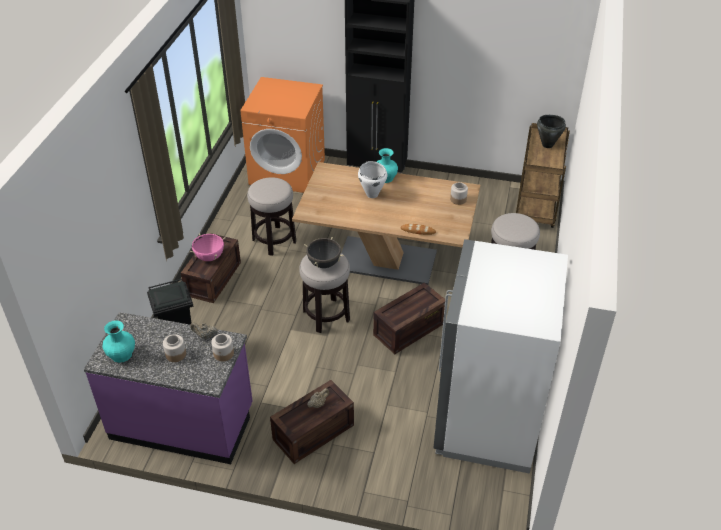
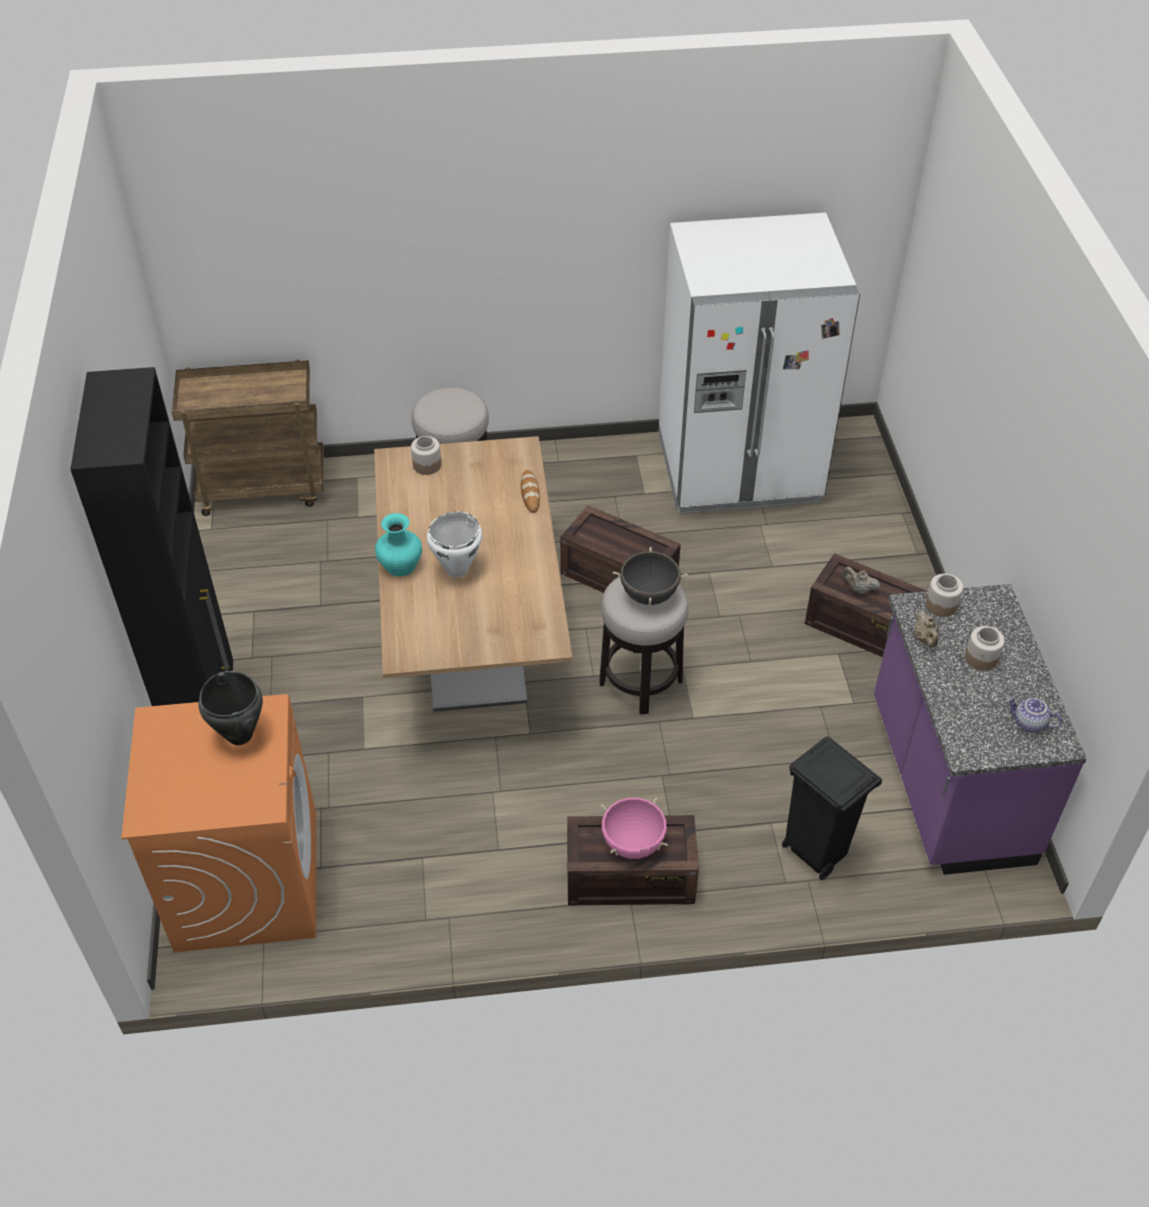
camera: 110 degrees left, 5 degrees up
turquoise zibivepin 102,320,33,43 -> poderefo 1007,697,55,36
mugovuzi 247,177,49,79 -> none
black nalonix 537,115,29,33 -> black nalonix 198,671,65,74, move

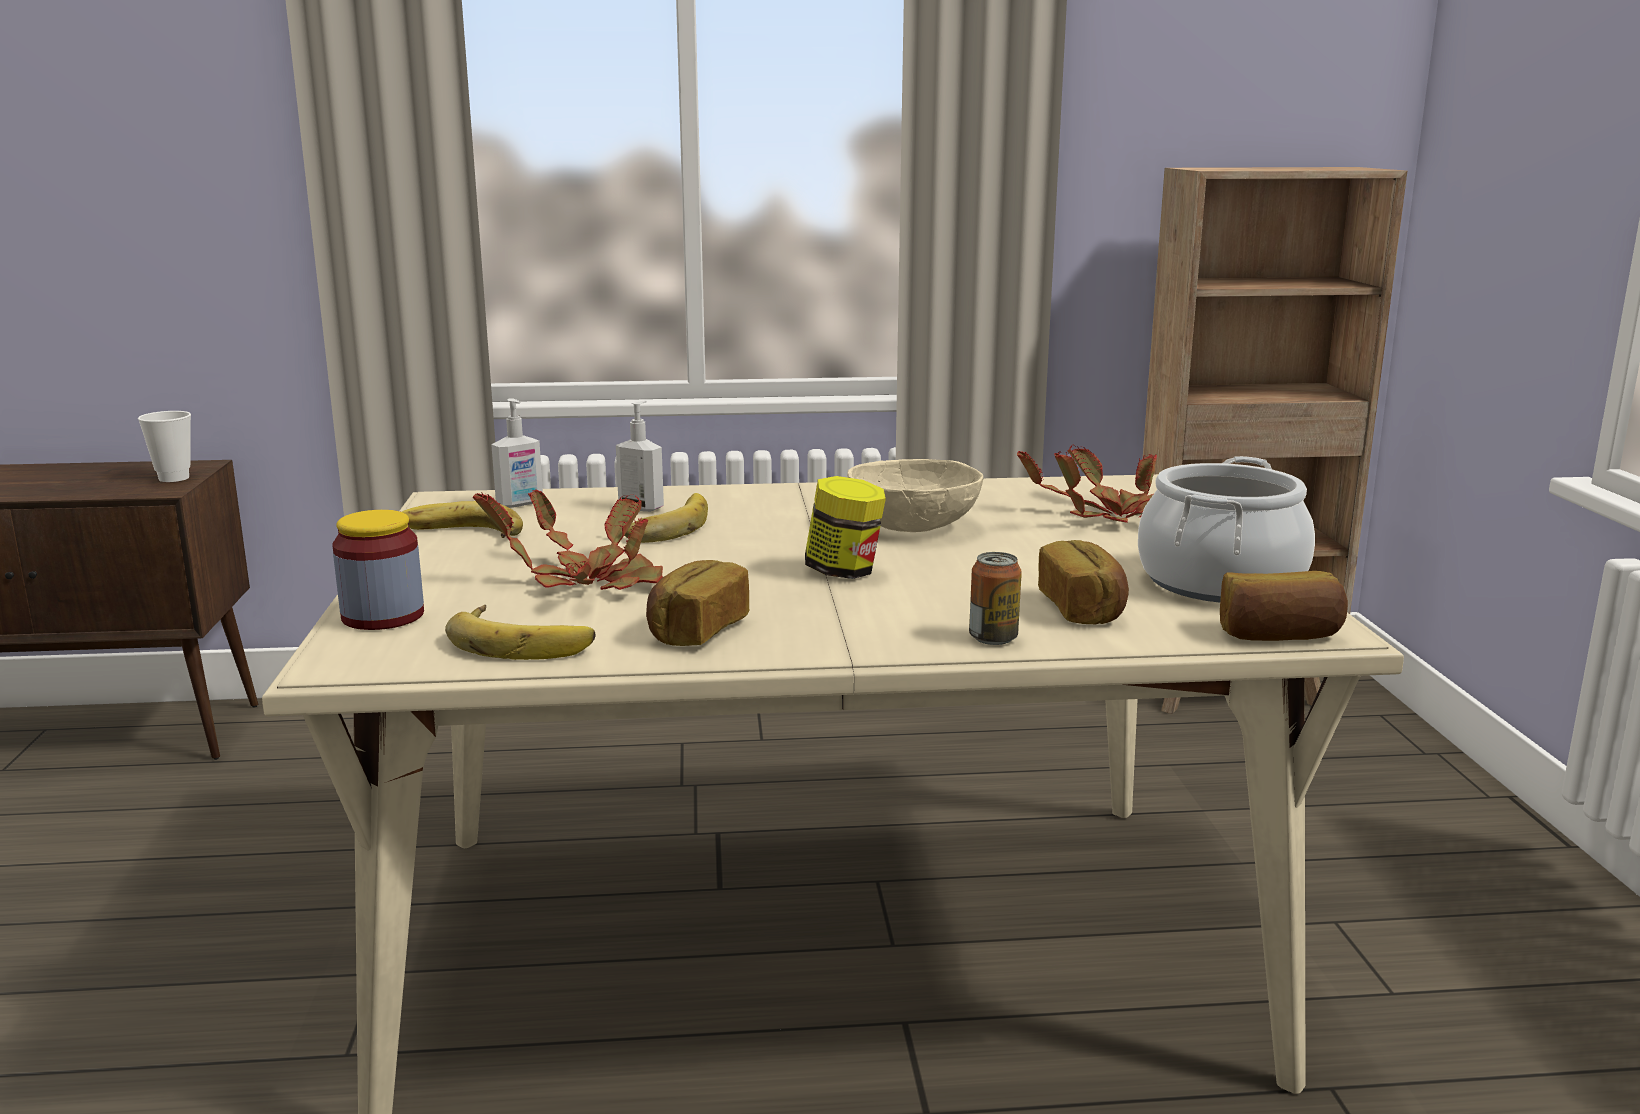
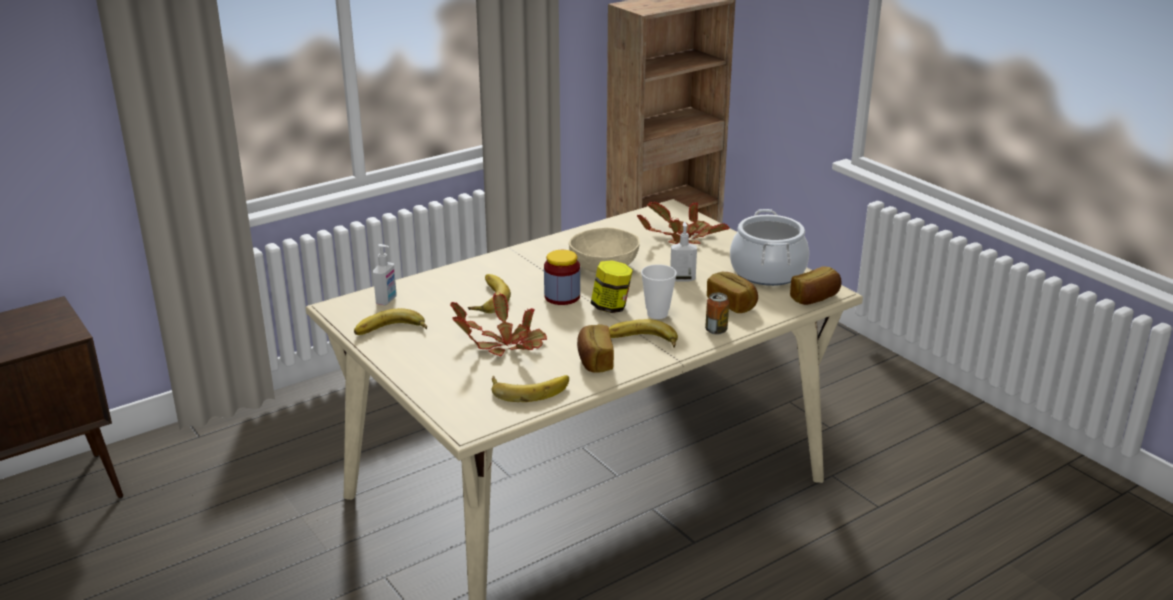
camera: 30 degrees left, 10 degrees up
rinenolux 138,411,53,71 -> rinenolux 641,264,36,55, move
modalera 332,510,92,120 -> modalera 544,250,36,55, move
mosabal 616,401,48,111 -> mosabal 670,222,27,59, move
none -> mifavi 609,319,69,29

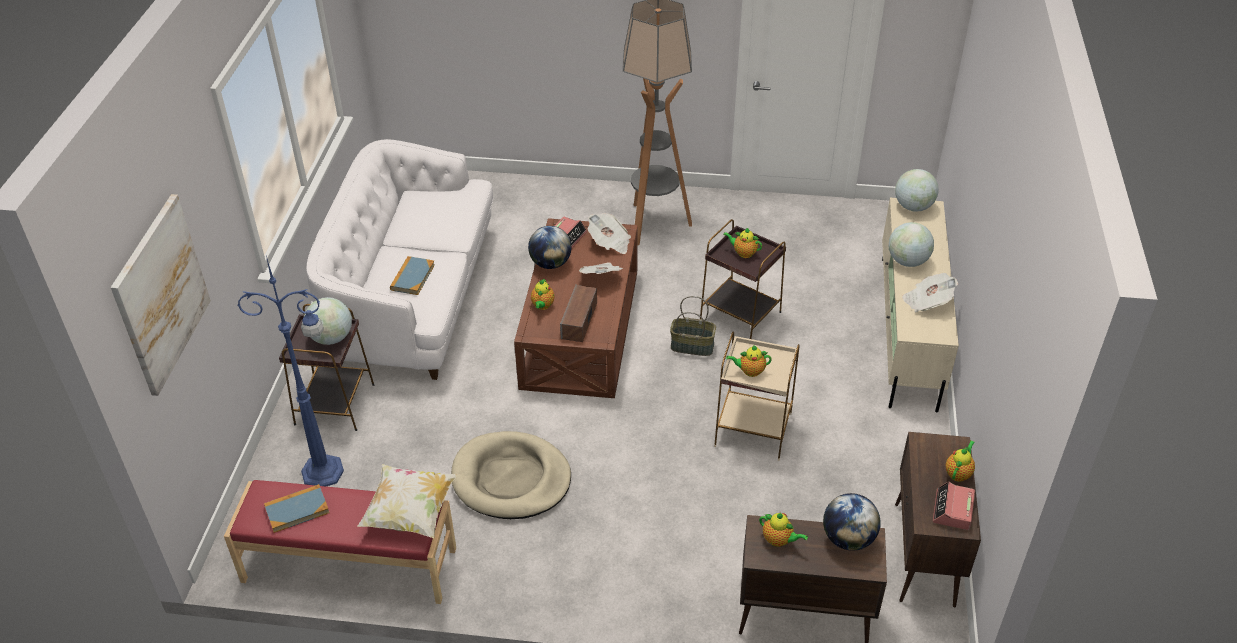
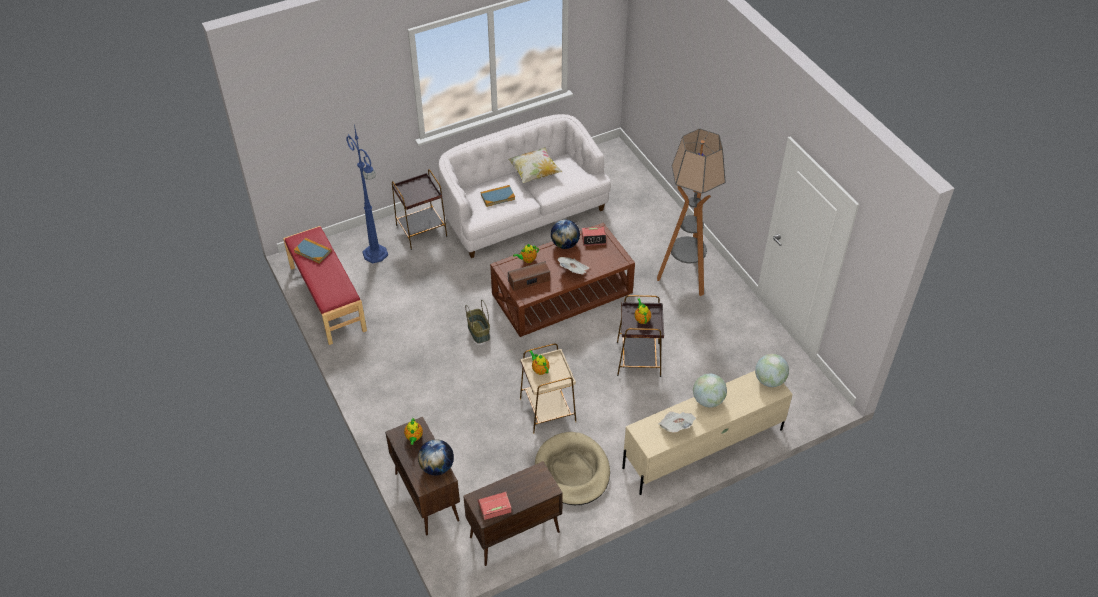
camera: 55 degrees right, 5 degrees up
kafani 111,194,100,202 -> none
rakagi 304,297,48,48 -> none
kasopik 357,464,100,74 -> kasopik 508,147,55,37, move
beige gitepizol 451,431,120,88 -> beige gitepizol 535,432,75,73, move
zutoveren 588,213,43,41 -> none
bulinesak 670,296,46,60 -> bulinesak 465,300,25,44, move
poderefo 945,441,30,41 -> none

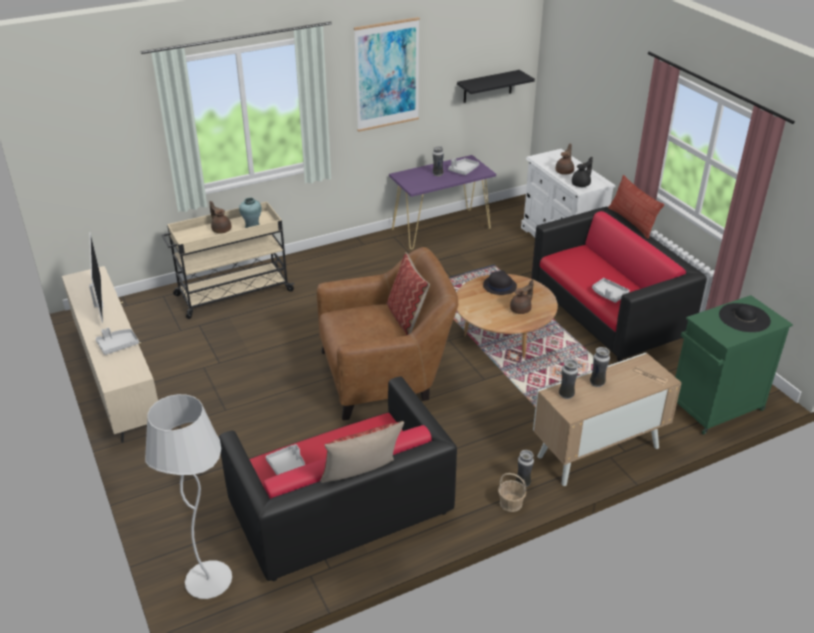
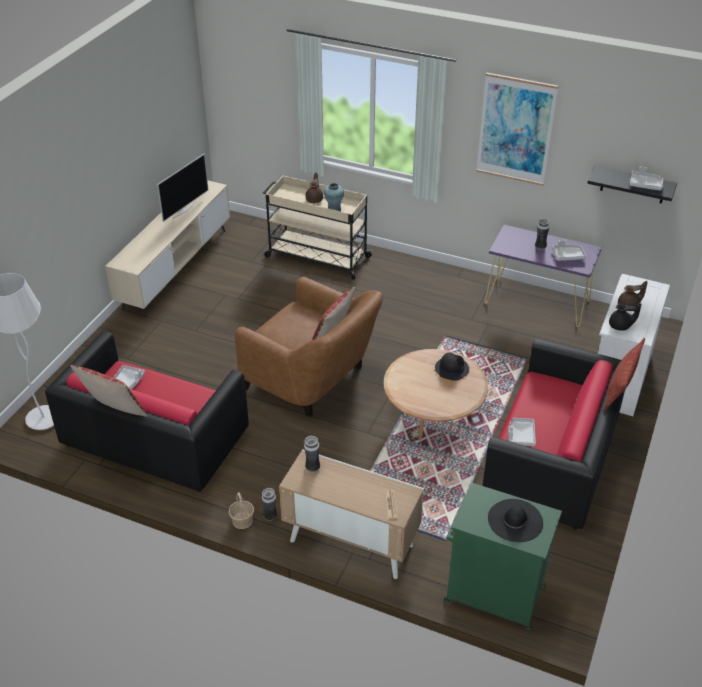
camera: 50 degrees right, 5 degrees up
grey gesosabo 96,328,43,27 -> grey gesosabo 630,167,33,24, move
brown poderefo 510,280,24,34 -> none
zibivepin 590,347,20,40 -> none

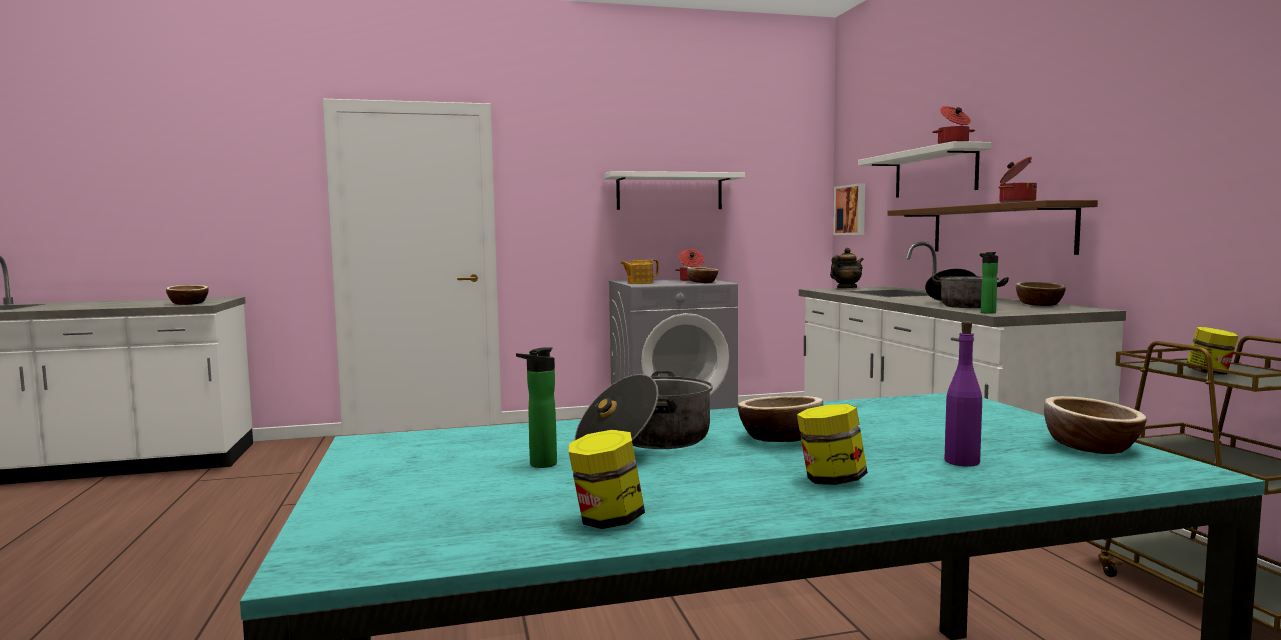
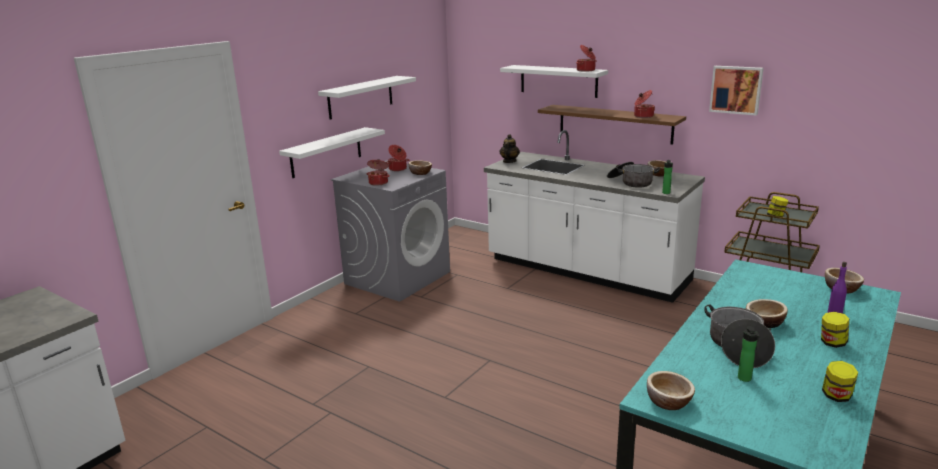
camera: 40 degrees left, 15 degrees up
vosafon 166,285,43,20 -> vosafon 647,371,48,39, move
poderefo 620,259,39,25 -> nalonix 367,159,23,27
kafani 833,183,32,52 -> kafani 709,66,55,49, move
none -> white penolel 279,127,106,51

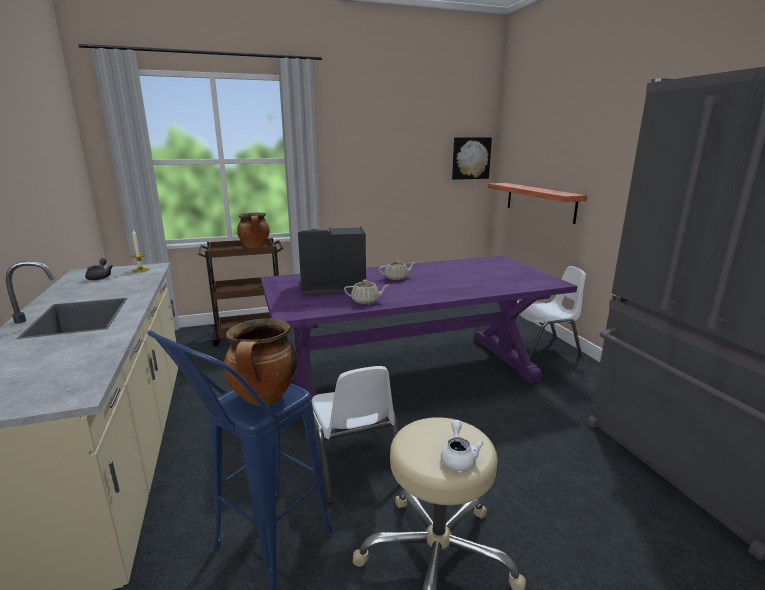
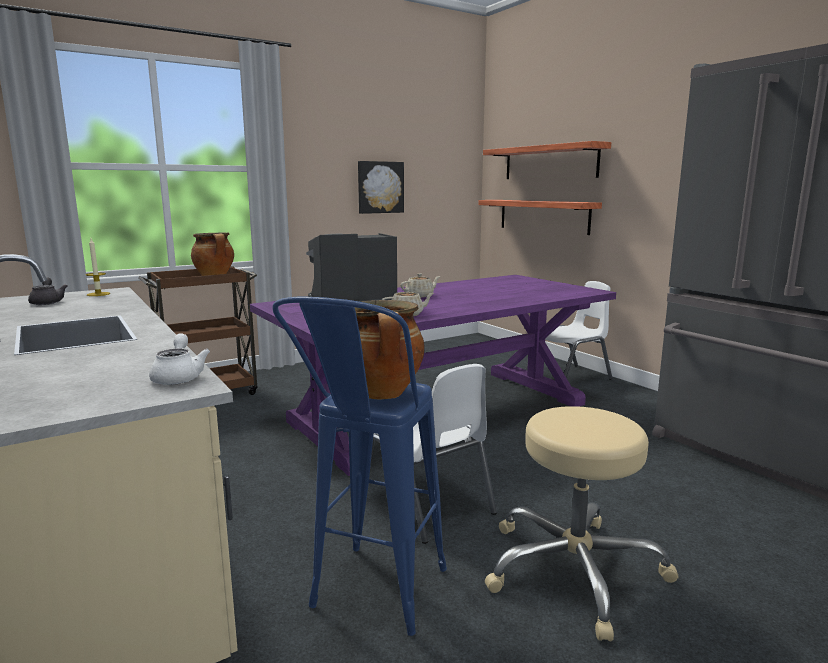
camera: 15 degrees left, 5 degrees down
white poderefo 441,420,43,51 -> white poderefo 149,333,61,52, move
kafani 452,137,40,43 -> kafani 358,161,46,53, move
none -> penolel 483,141,128,38

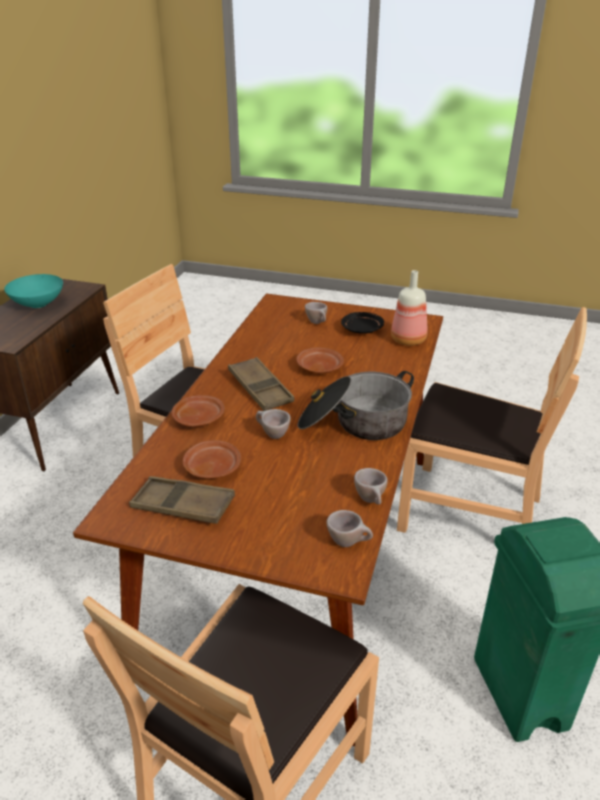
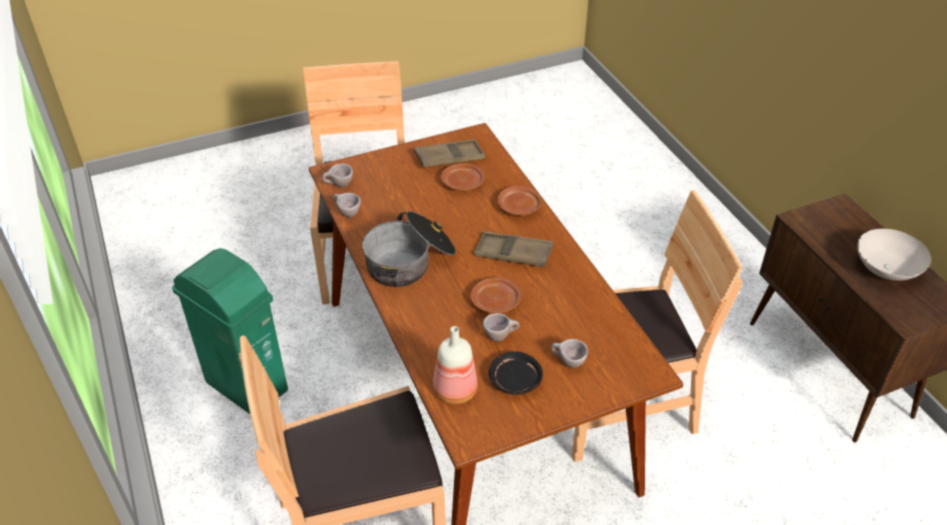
camera: 140 degrees right, 10 degrees up
turquoise vosafon 4,274,59,34 -> white vosafon 857,229,74,52
beige rinenolux 256,409,35,30 -> beige rinenolux 483,313,37,28, move

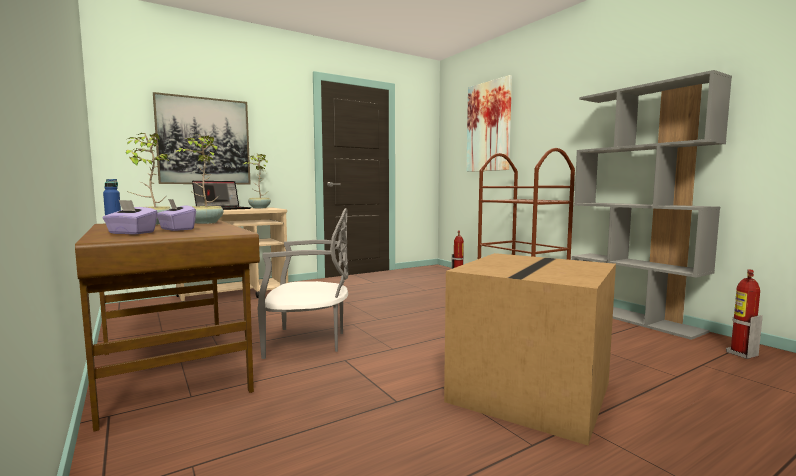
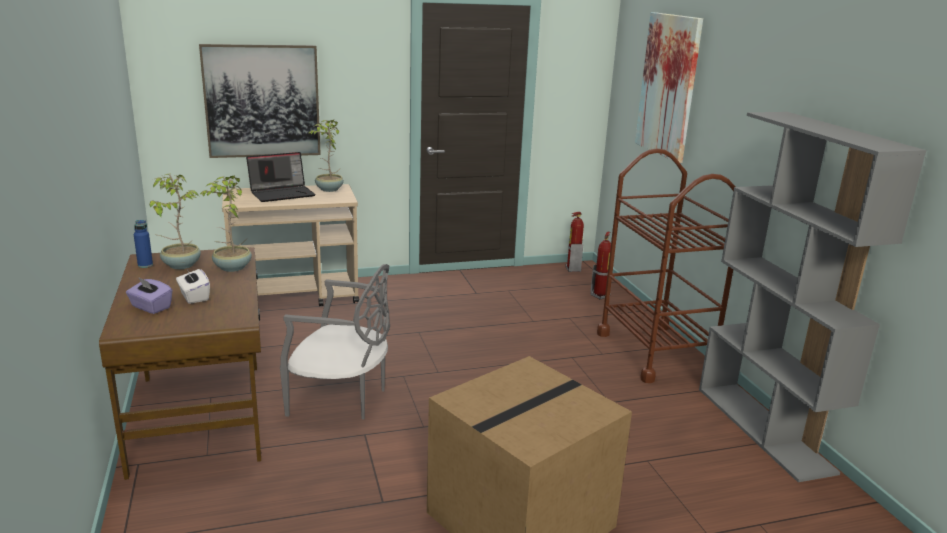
camera: 15 degrees right, 15 degrees up
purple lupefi 157,199,39,32 -> white lupefi 176,269,34,35
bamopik 726,269,37,90 -> bamopik 565,212,19,60, move

